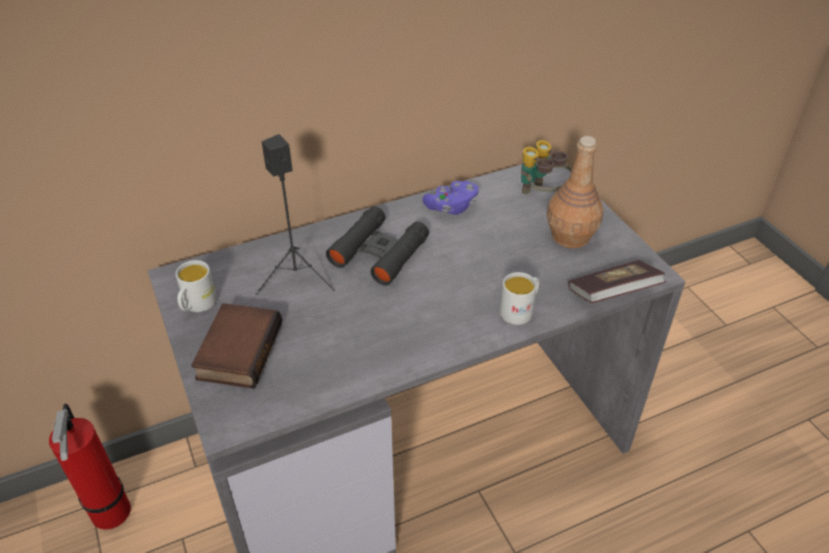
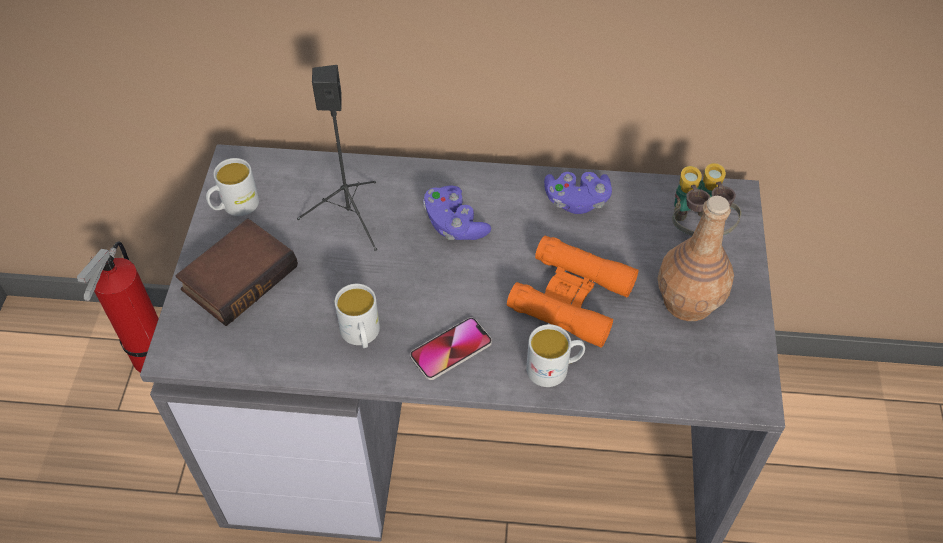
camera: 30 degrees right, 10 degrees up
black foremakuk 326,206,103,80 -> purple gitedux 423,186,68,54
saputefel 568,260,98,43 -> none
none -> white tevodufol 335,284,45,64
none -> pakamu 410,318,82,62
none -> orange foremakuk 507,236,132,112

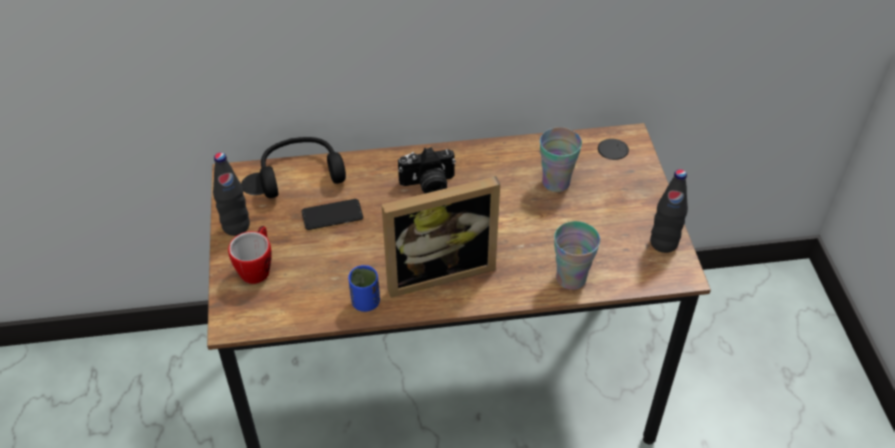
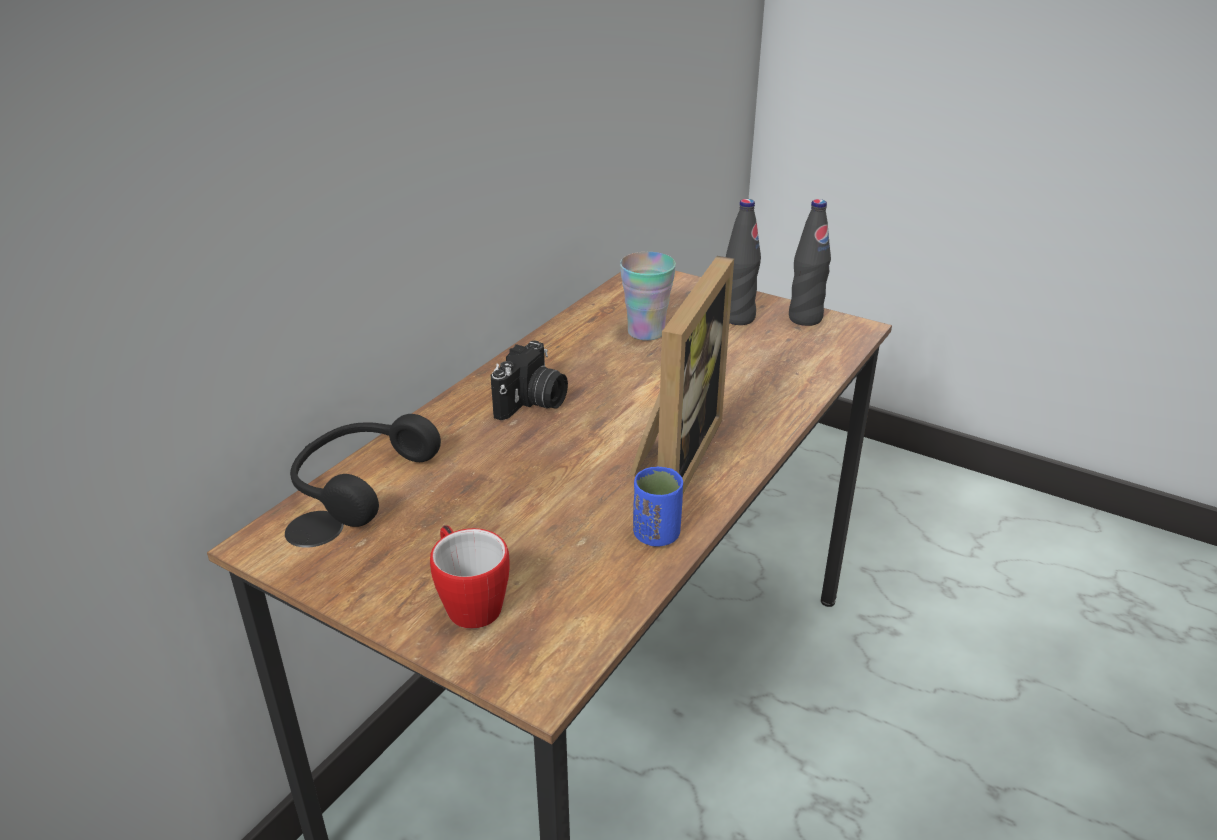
camera: 50 degrees left, 15 degrees down
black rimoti 213,152,37,84 -> black rimoti 726,199,35,126, move
pakamu 302,199,61,31 -> none
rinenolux 554,221,46,69 -> none

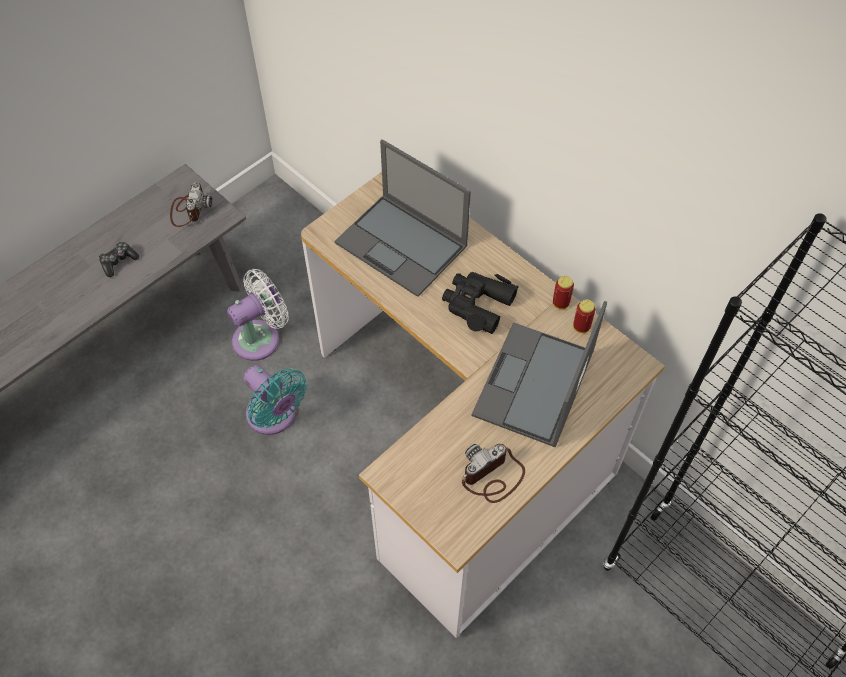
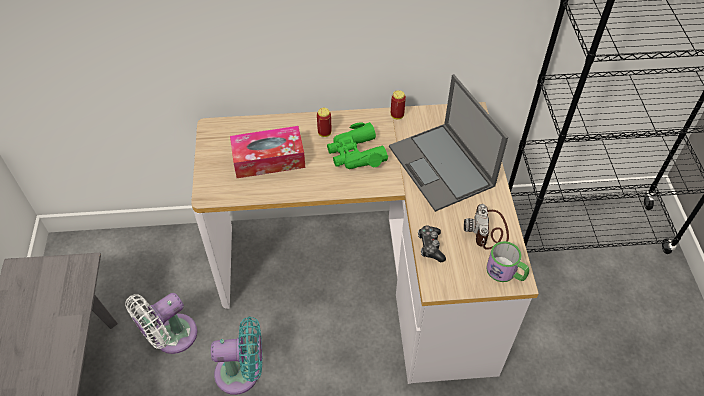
camera: 50 degrees left, 5 degrees down
gitedux 99,242,40,35 -> gitedux 418,225,28,37, move
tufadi 170,183,43,44 -> none
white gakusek 227,269,62,92 -> white gakusek 125,293,72,61, 135 degrees counterclockwise
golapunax 335,139,136,158 -> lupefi 230,126,75,52
black foremakuk 442,272,77,62 -> green foremakuk 327,122,61,47
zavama 573,299,23,34 -> zavama 317,108,15,29, move
none -> tevodufol 486,241,43,41

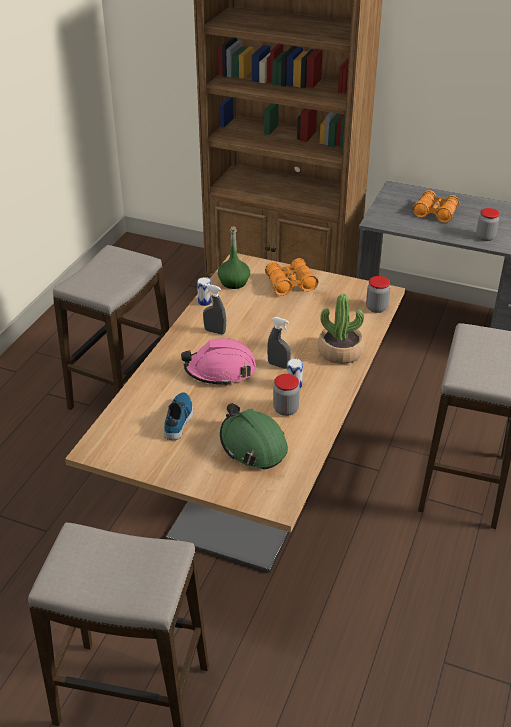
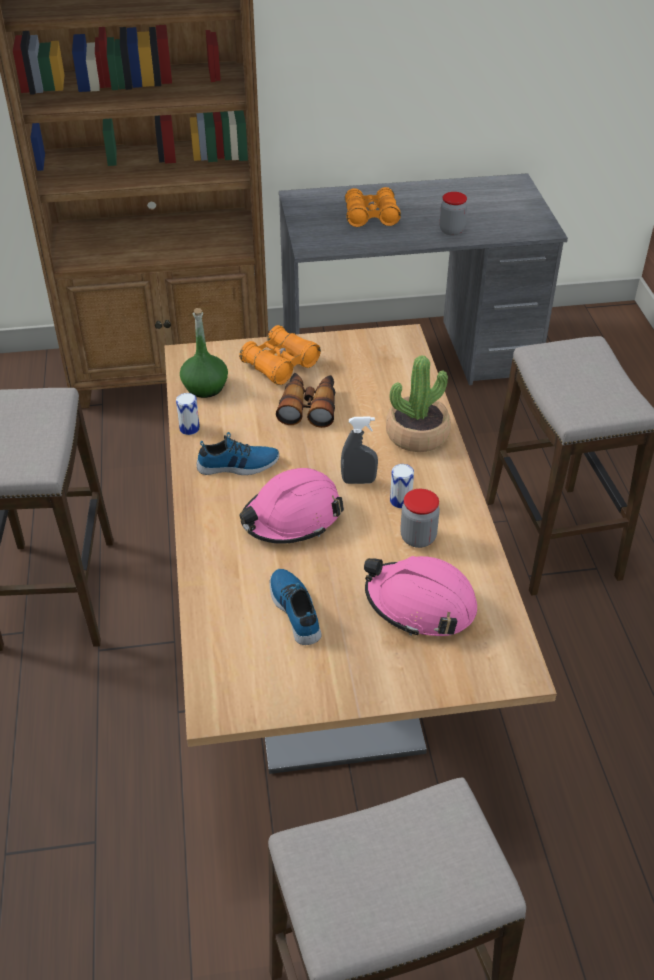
camera: 30 degrees left, 5 degrees up
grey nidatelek 203,284,23,51 -> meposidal 197,432,82,43
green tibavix 220,403,68,67 -> pink tibavix 364,556,113,80
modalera 366,276,24,37 -> none
none -> foremakuk 276,373,59,55

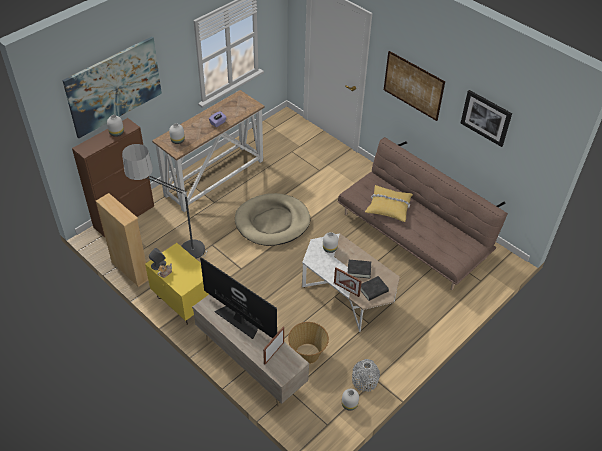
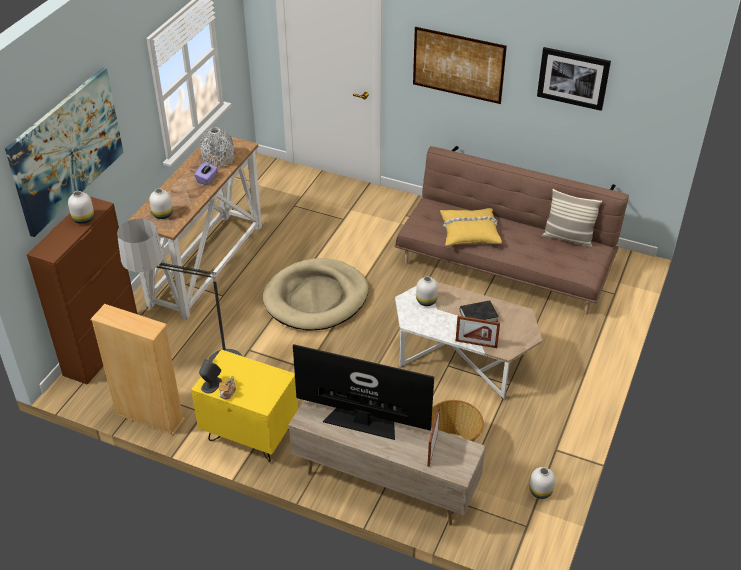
camera: 20 degrees left, 5 degrees down
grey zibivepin 352,359,28,32 -> grey zibivepin 200,127,34,41, move
black saputefel 361,276,28,25 -> none
none -> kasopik 542,189,60,58

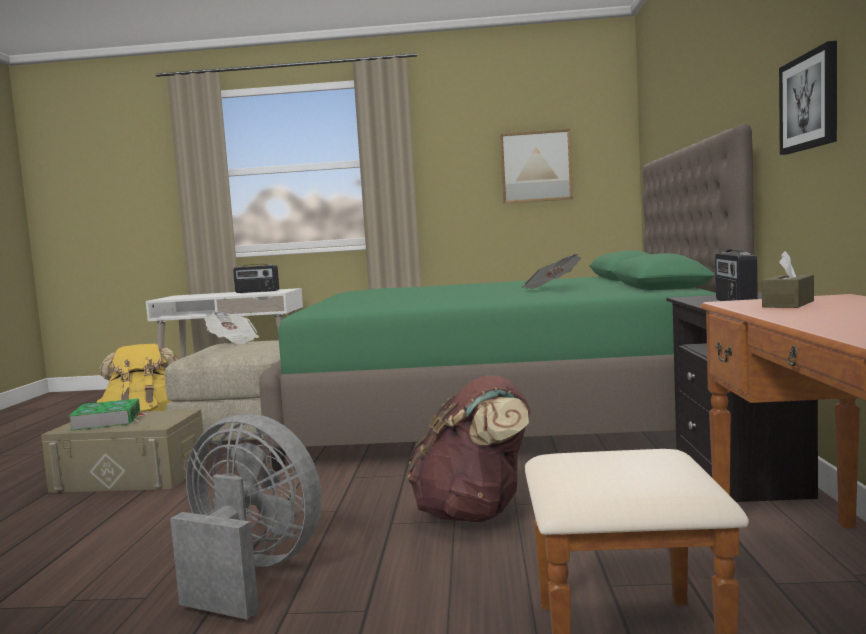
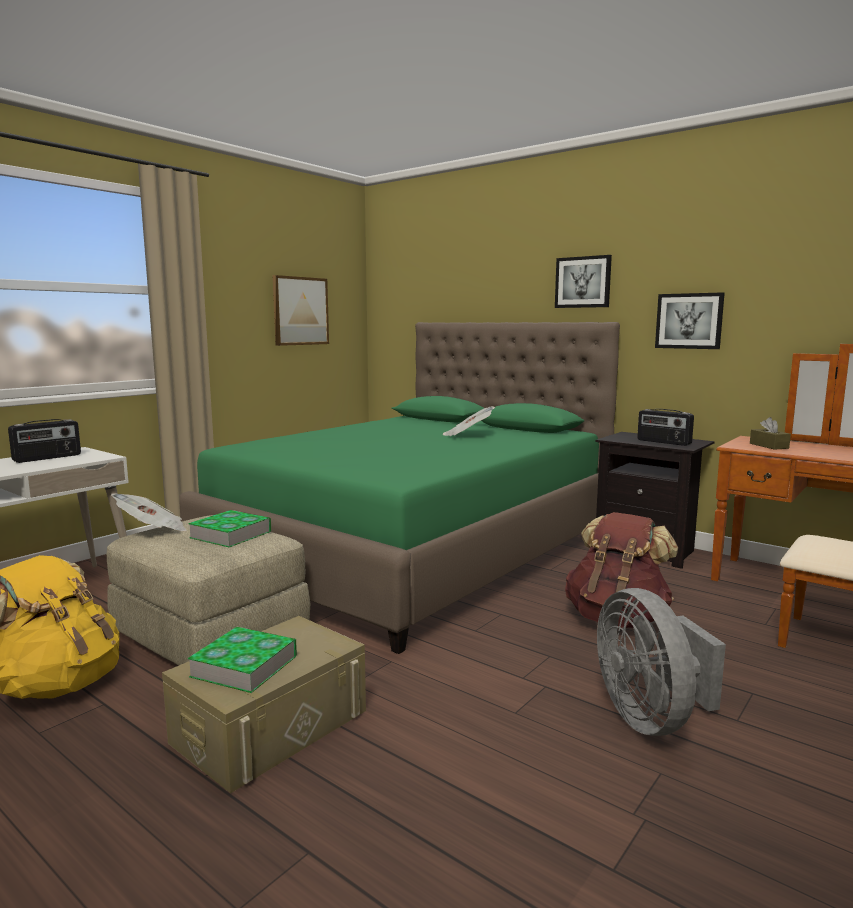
camera: 55 degrees left, 5 degrees up
grey gakusek 170,414,152,206 -> grey gakusek 597,588,129,148, 75 degrees counterclockwise
none -> saputefel 188,510,83,37
none -> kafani 555,255,57,53

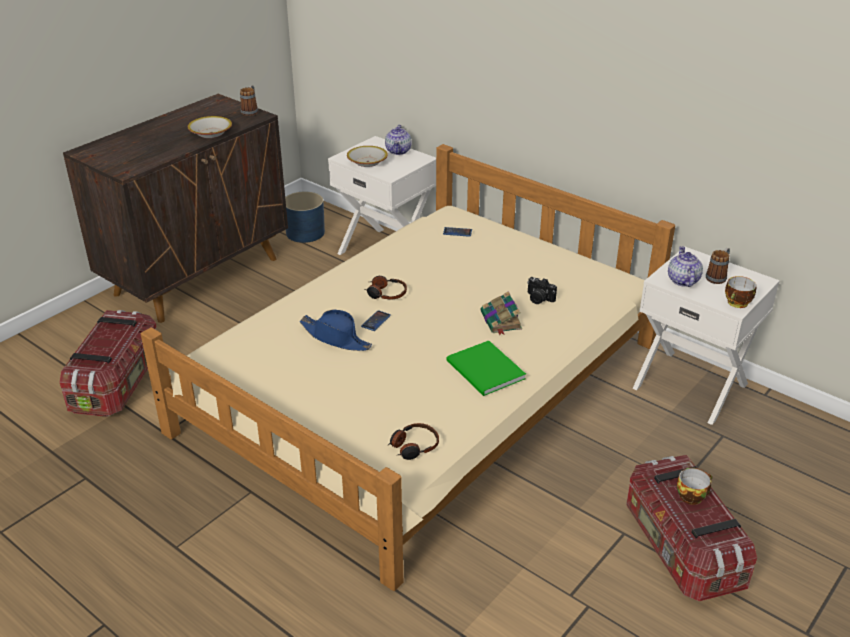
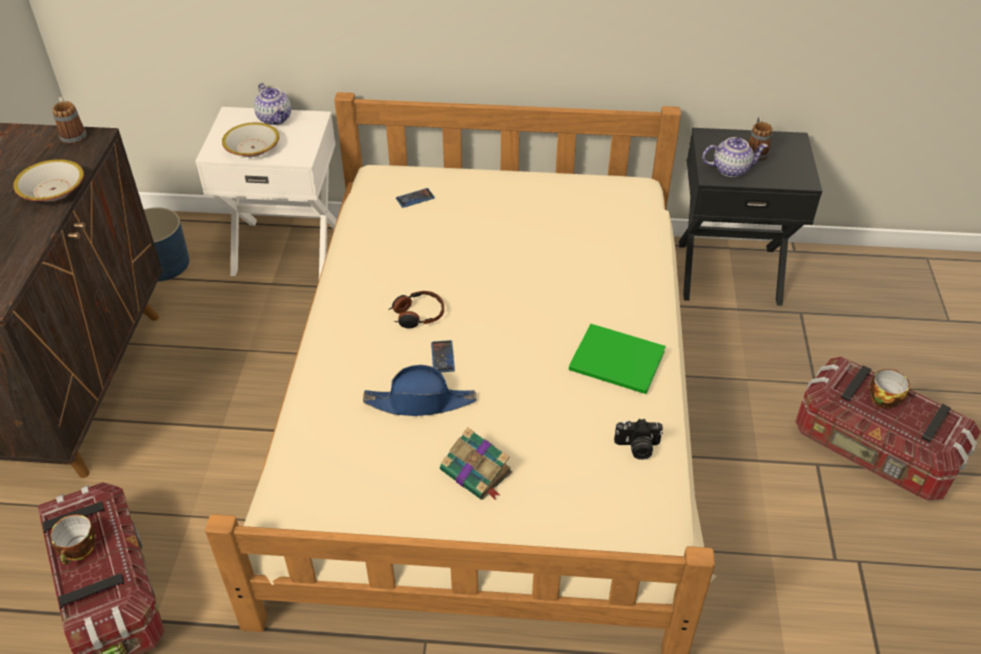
camera: 35 degrees left, 10 degrees up
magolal 388,423,51,37 -> none
saputefel 480,291,42,44 -> saputefel 440,427,72,73, move
tufadi 527,277,30,27 -> tufadi 614,419,49,41, move
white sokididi 632,247,148,178 -> black sokididi 679,128,143,178
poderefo 668,246,35,41 -> poderefo 702,137,66,40, 120 degrees clockwise
rinenolux 725,276,32,32 -> rinenolux 50,515,46,50, move

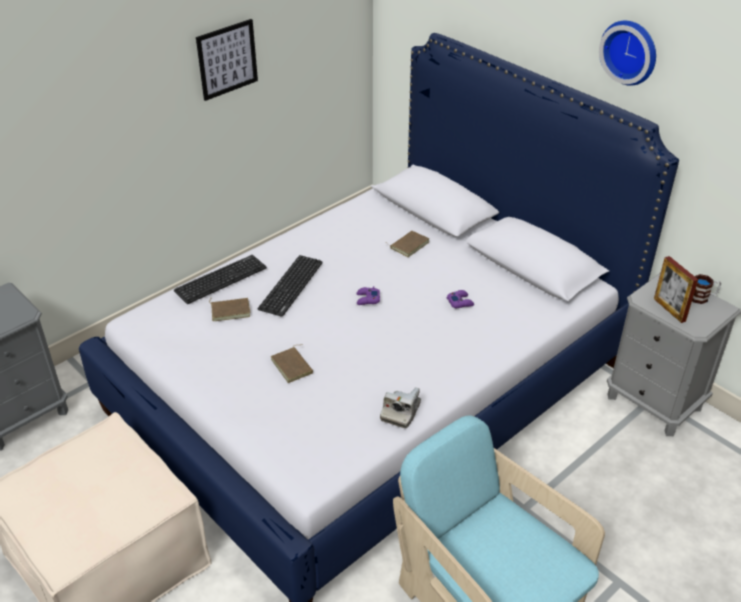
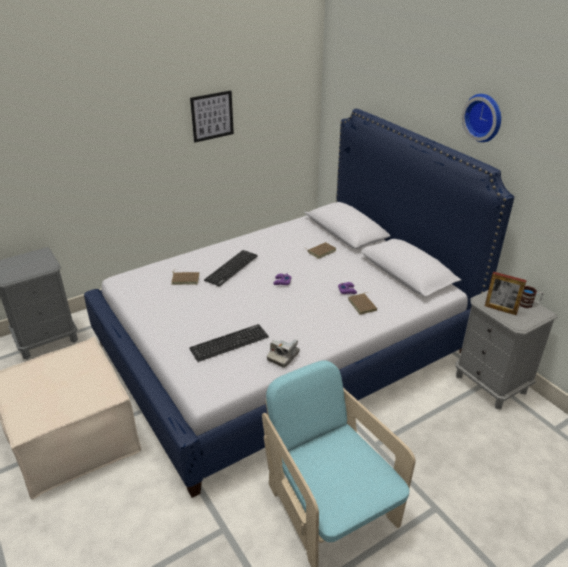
camera: 10 degrees right, 5 degrees down
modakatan 174,255,93,49 -> modakatan 189,324,80,38, move
brown saputefel 271,345,42,38 -> brown saputefel 348,292,29,23, move
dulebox 654,256,44,67 -> dulebox 485,271,42,44, 45 degrees counterclockwise

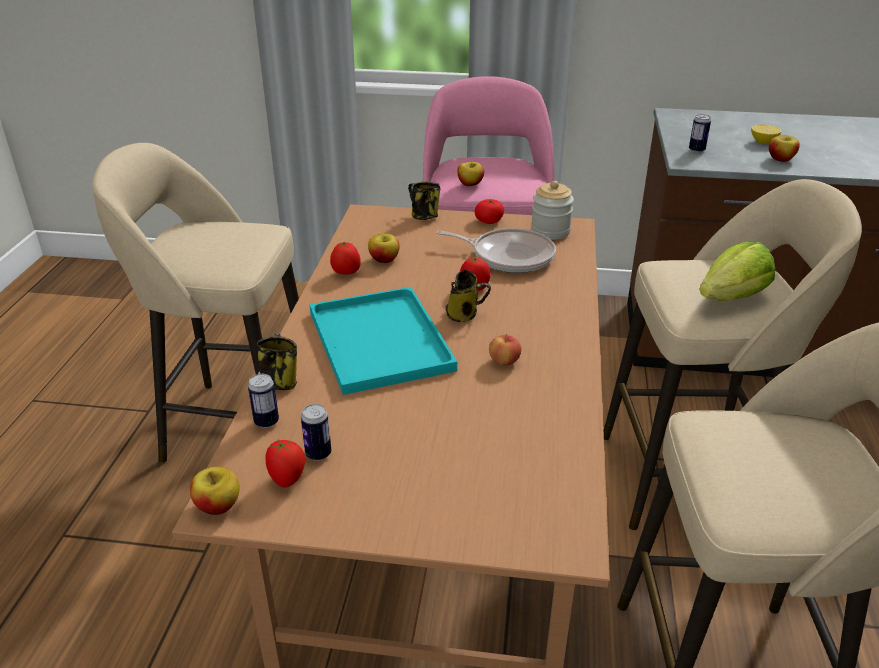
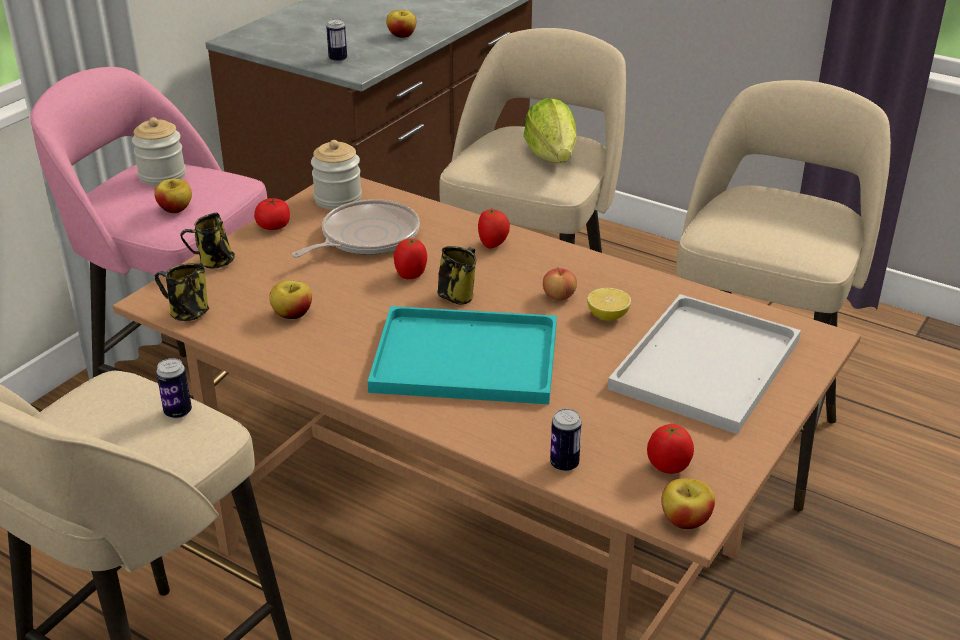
camera: 65 degrees left, 0 degrees up
tevodufol 257,334,40,56 -> tevodufol 155,263,54,58, move
zavama 301,404,30,57 -> zavama 156,358,36,61, move
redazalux 330,242,31,33 -> redazalux 478,209,32,40, move
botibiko 751,125,31,19 -> botibiko 587,288,44,33, move
none -> modalera 132,117,54,69
none -> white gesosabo 608,294,193,140

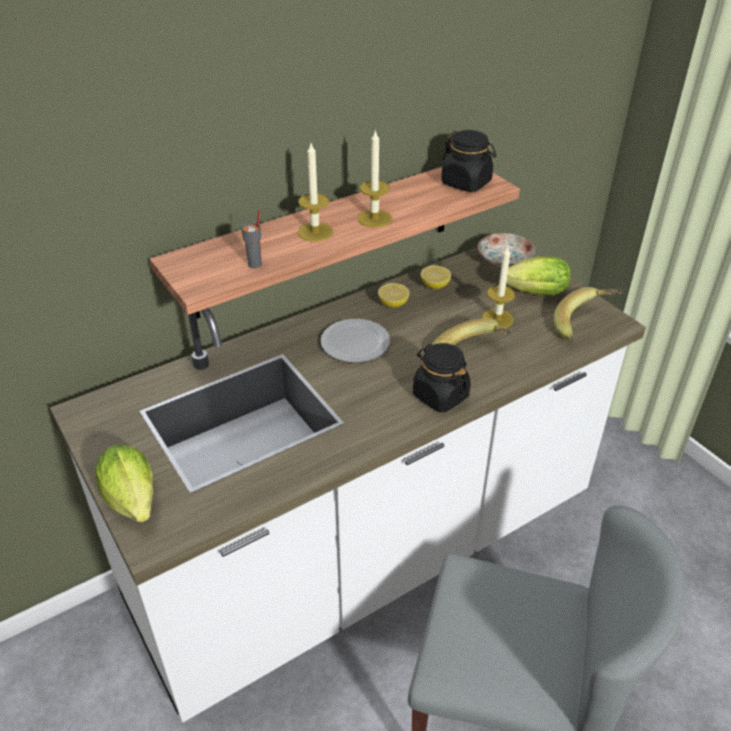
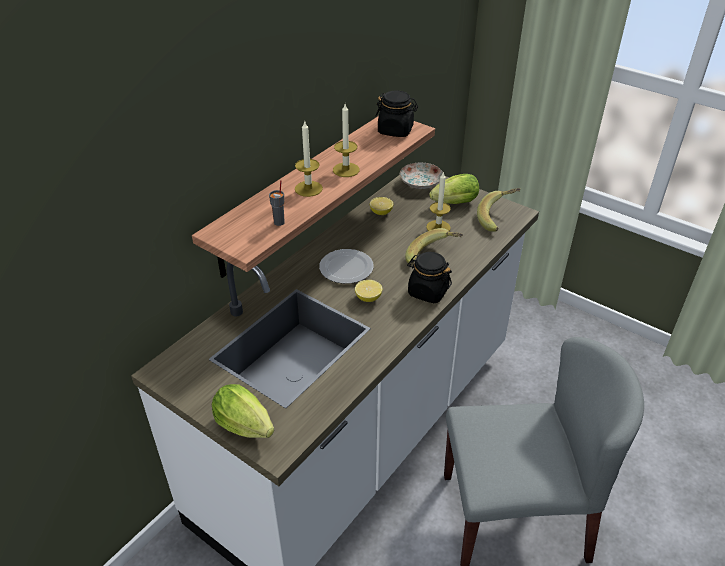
camera: 20 degrees left, 0 degrees up
botibiko 378,283,32,25 -> botibiko 355,280,27,22, move

